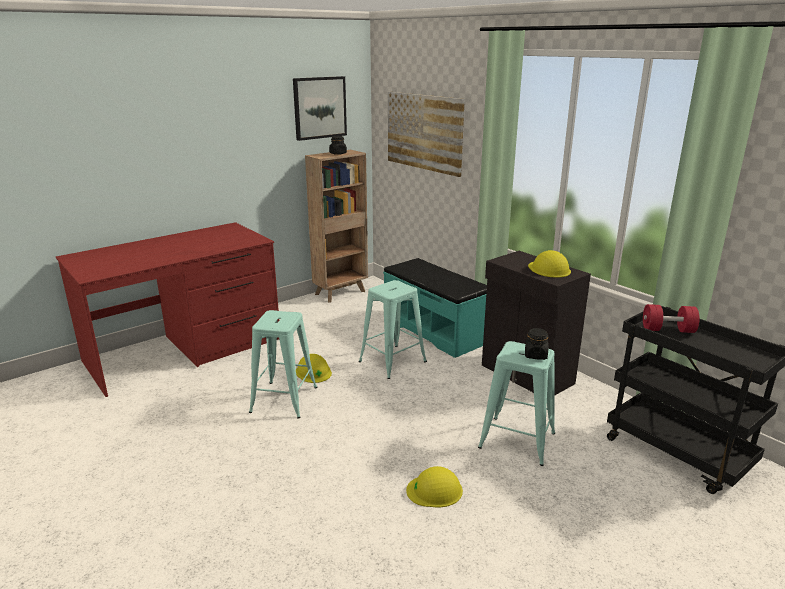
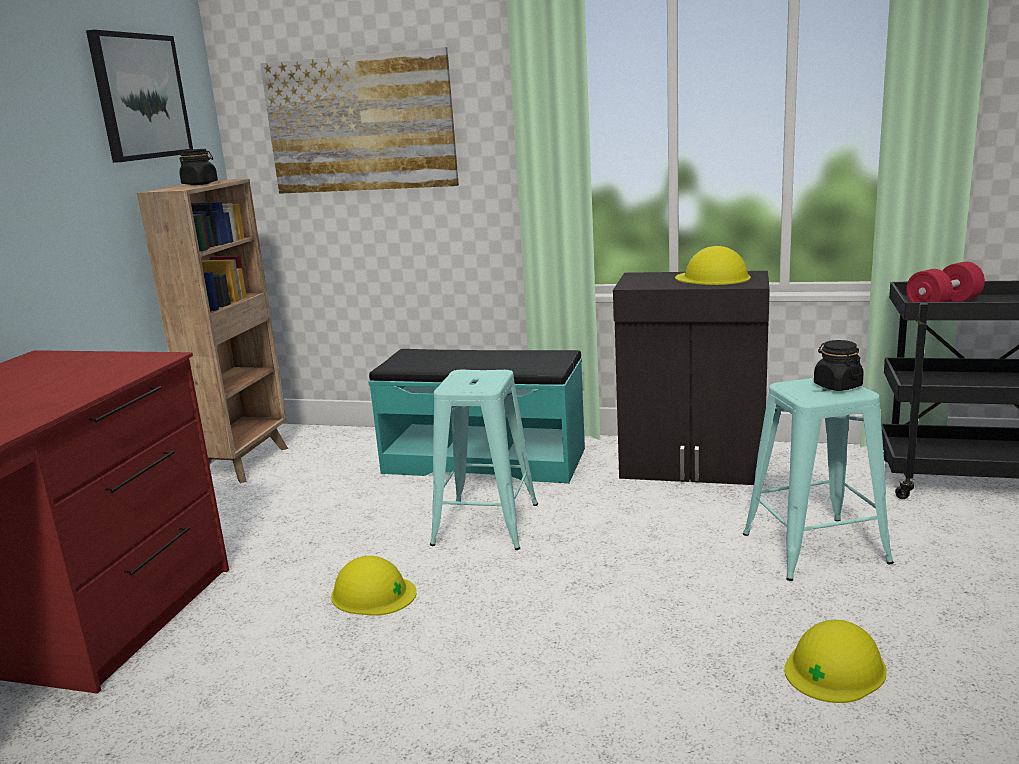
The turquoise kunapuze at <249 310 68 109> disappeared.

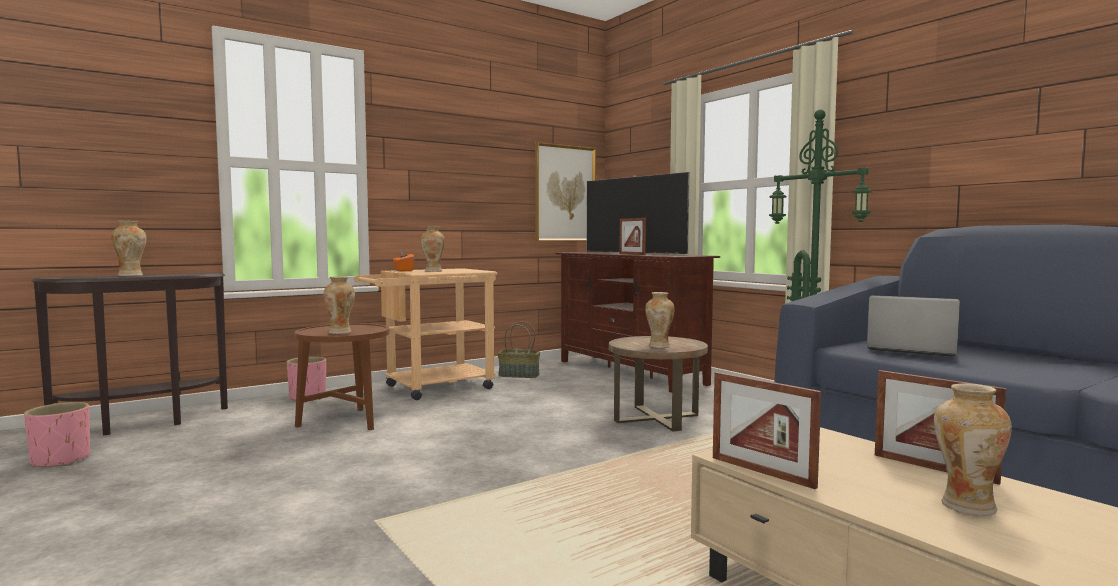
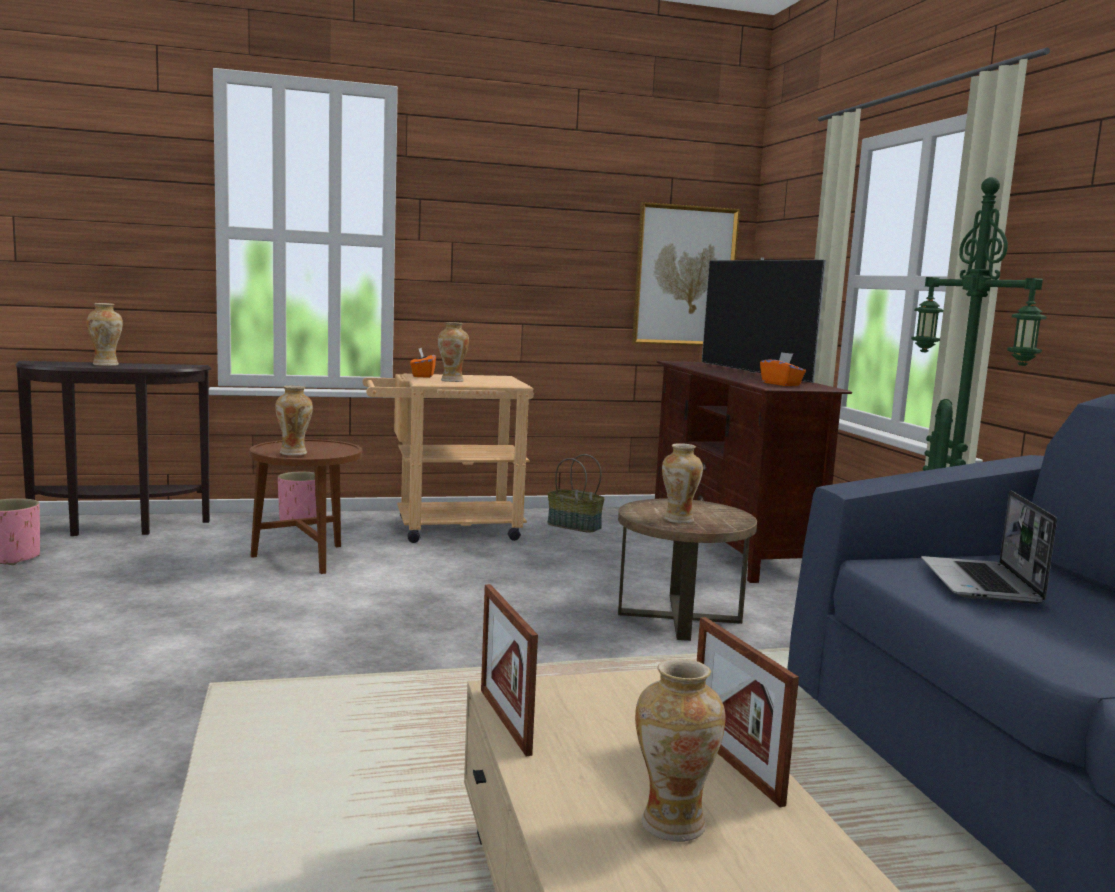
The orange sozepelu at <760 352 46 34> appeared.
The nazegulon at <867 295 93 62> turned 135 degrees counterclockwise.
The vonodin at <619 218 27 37> disappeared.

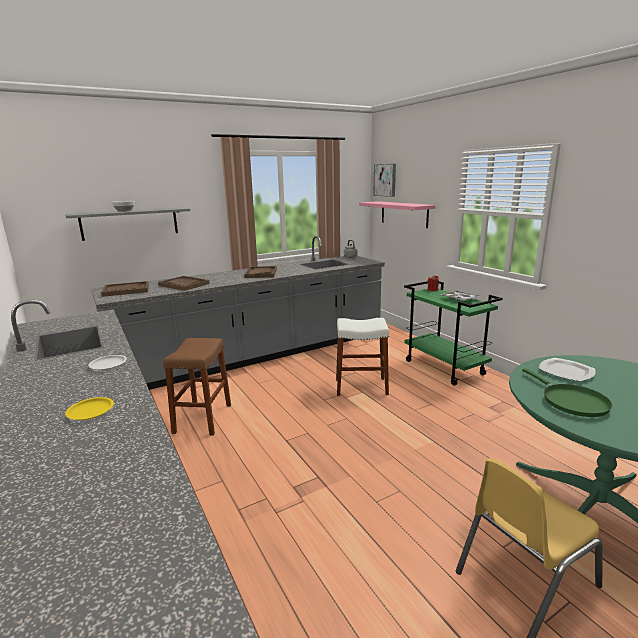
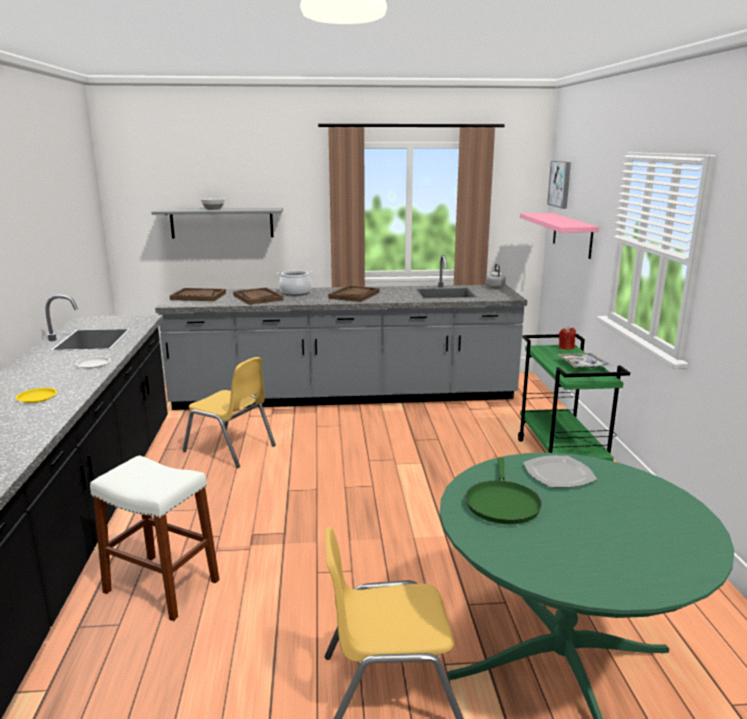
The white kunapuze moved from <336 318 53 78> to <90 455 129 166>.
The brown kunapuze at <163 338 68 97> was replaced by the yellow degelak at <183 357 93 111>.
The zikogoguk at <277 270 36 26> appeared.

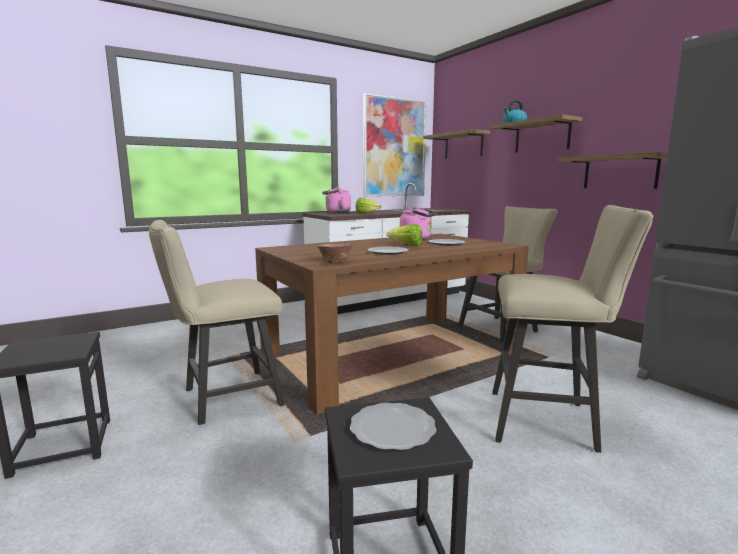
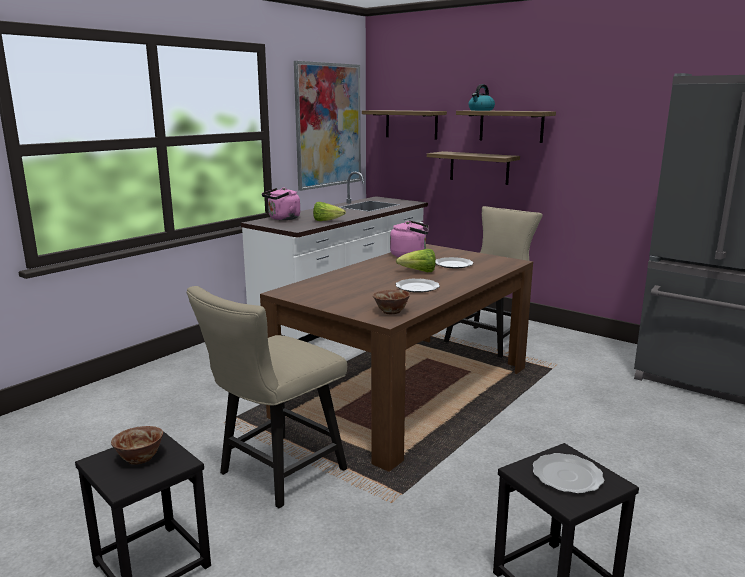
The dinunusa at <111 426 52 39> appeared.
The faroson moved from <557 152 111 37> to <427 151 93 34>.
The beige kunapuze at <492 205 161 248> disappeared.

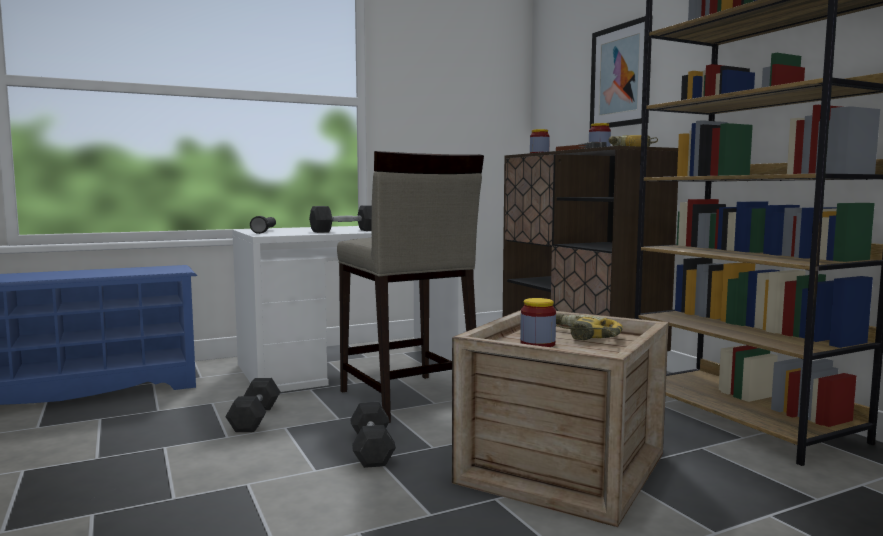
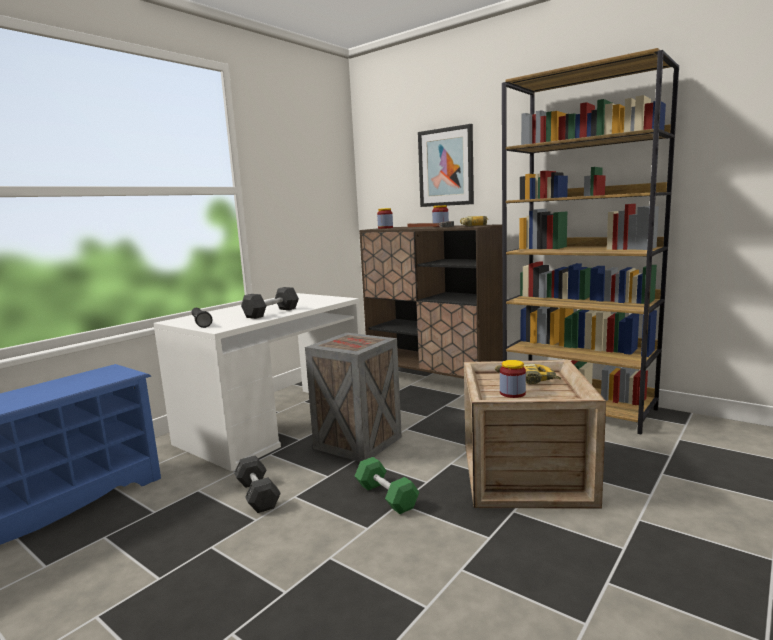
The beige kunapuze at <337 151 147 272> was replaced by the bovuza at <305 333 97 129>.
The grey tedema at <350 402 46 66> became the green tedema at <355 457 64 57>.

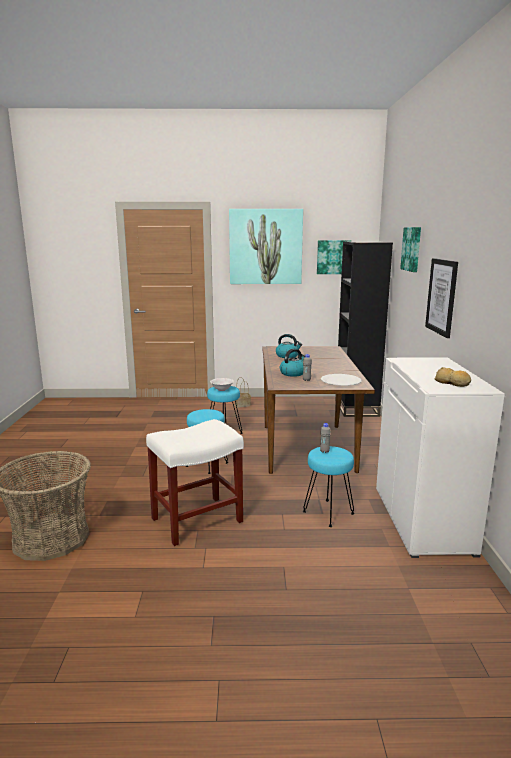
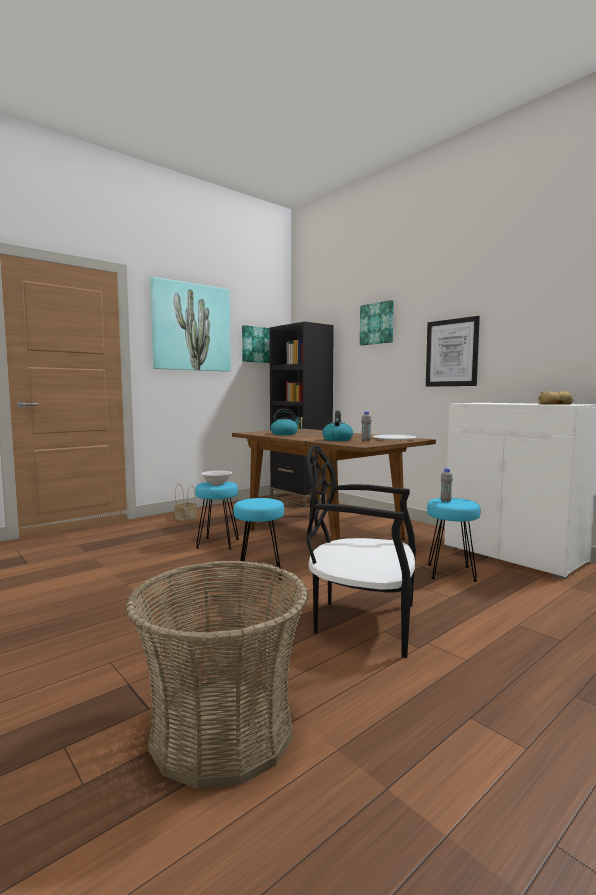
The white kunapuze at <146 419 98 127> was replaced by the black degelak at <306 445 110 213>.

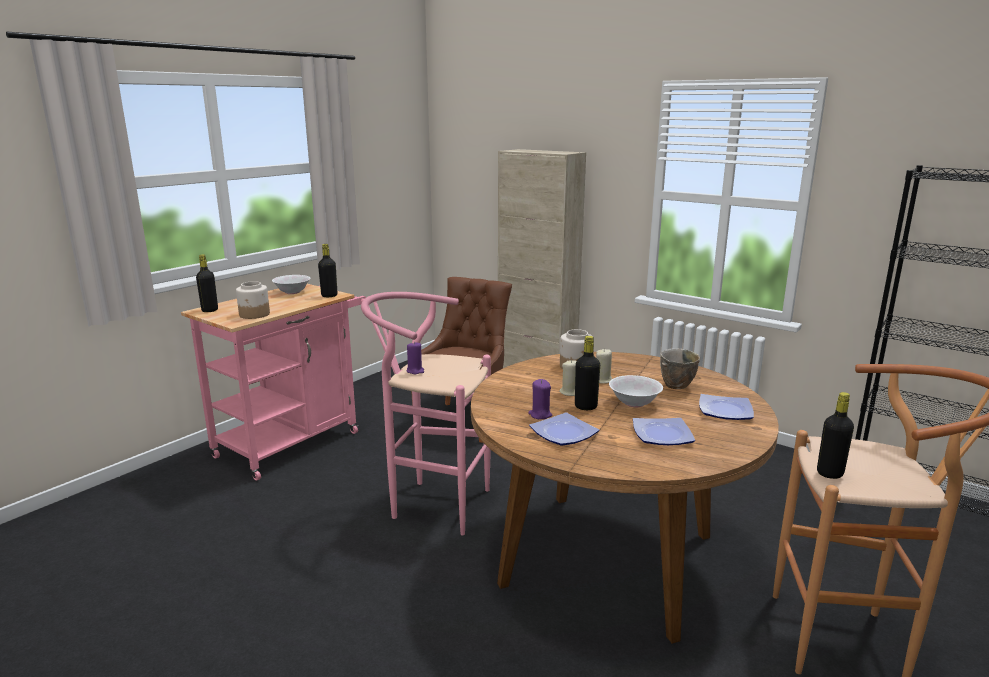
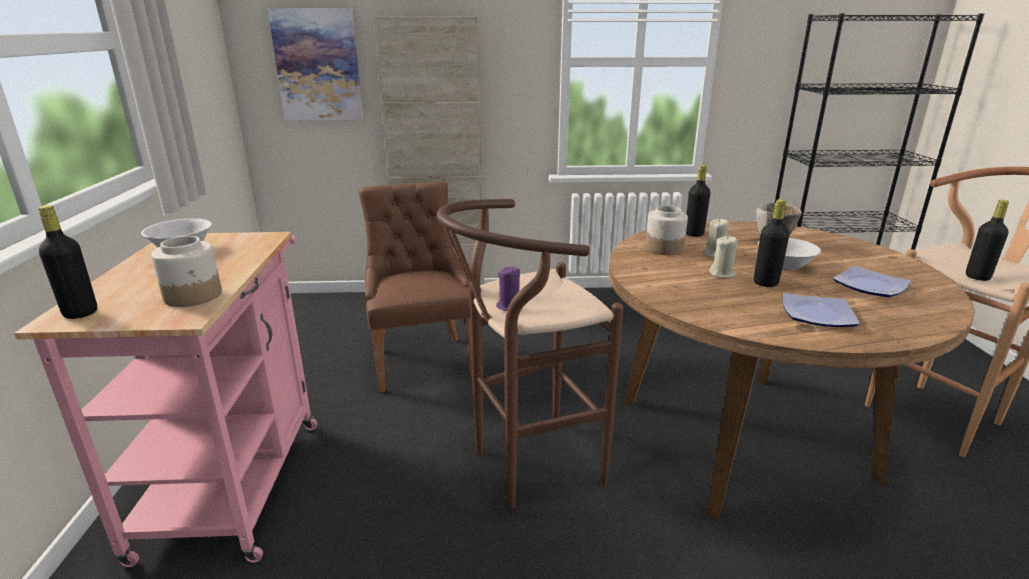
The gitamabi at <268 8 95 113> appeared.
The pink kunapuze at <361 292 130 243> became the brown kunapuze at <437 199 186 310>.
The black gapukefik moved from <318 244 19 53> to <686 164 24 73>.
The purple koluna at <528 379 24 40> disappeared.
The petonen at <699 394 55 26> disappeared.

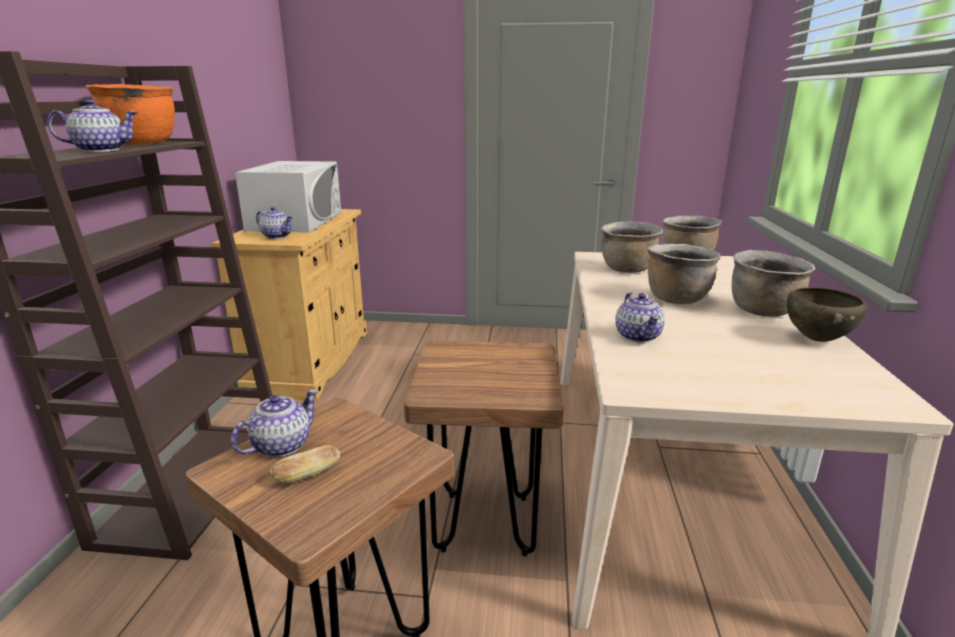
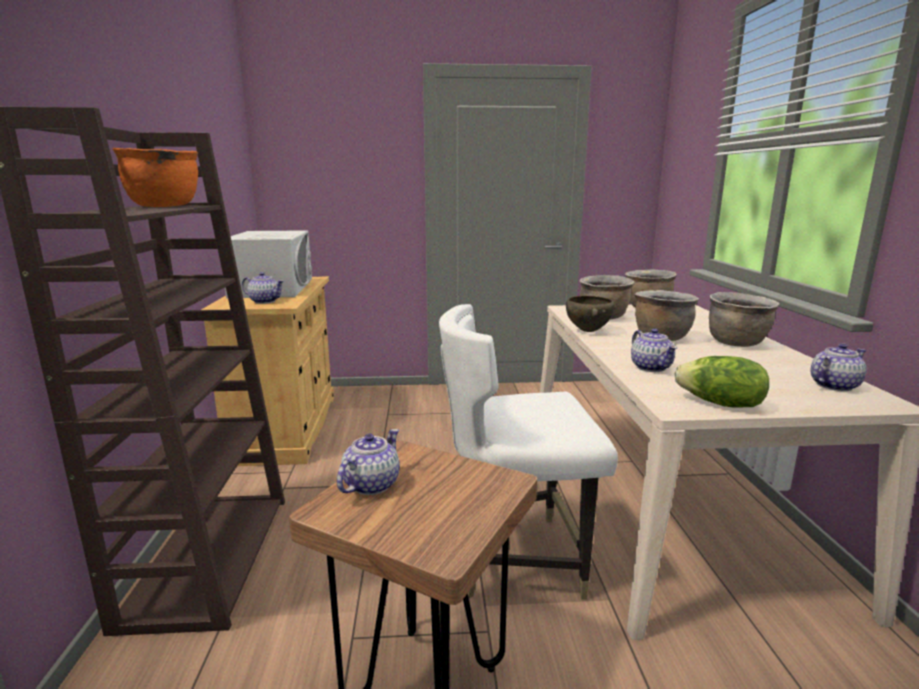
The brown kunapuze at <404 341 160 215> was replaced by the white degelak at <439 304 179 295>.
The brown dinunusa moved from <787 287 80 55> to <566 296 49 36>.
The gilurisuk at <675 356 94 51> appeared.
The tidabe moved from <47 100 91 52> to <811 343 56 48>.
The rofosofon at <270 445 70 39> disappeared.

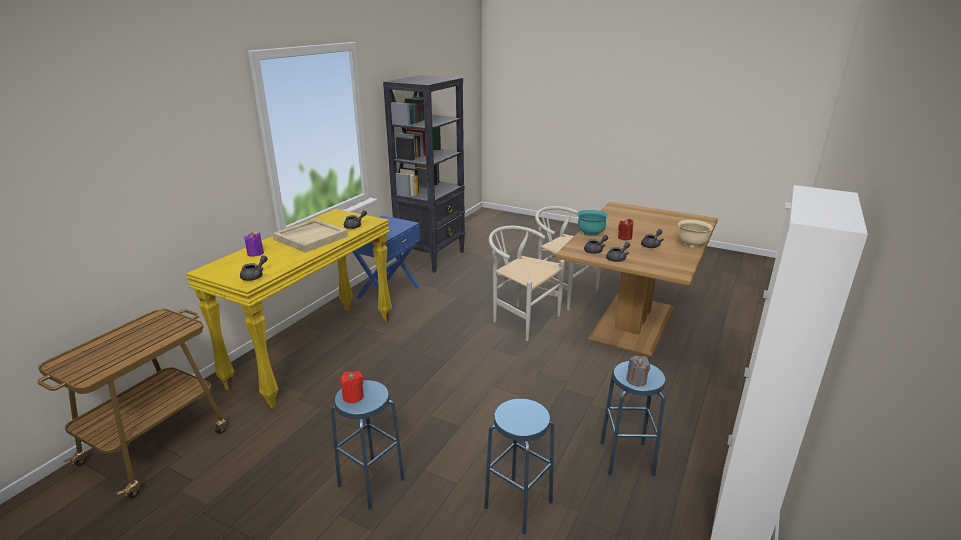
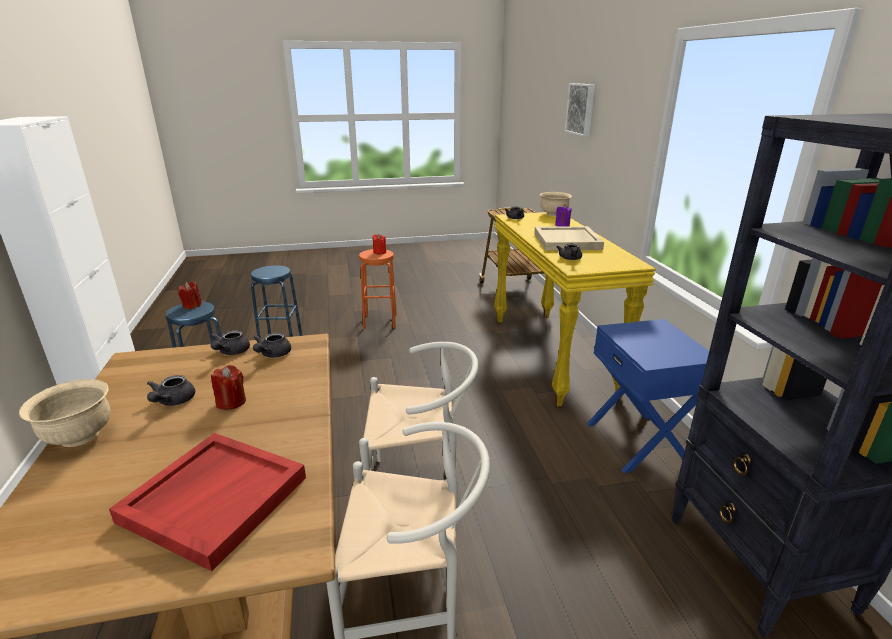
The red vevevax at <109 433 197 138> appeared.
The grey koluna at <626 355 24 31> became the red koluna at <178 282 24 27>.
The blue kunapuze at <331 380 74 129> became the orange kunapuze at <359 249 38 80>.
The beige dinunusa at <540 192 32 24> appeared.
The gitamabi at <565 83 30 54> appeared.
The turquoise dinunusa at <577 210 32 26> disappeared.

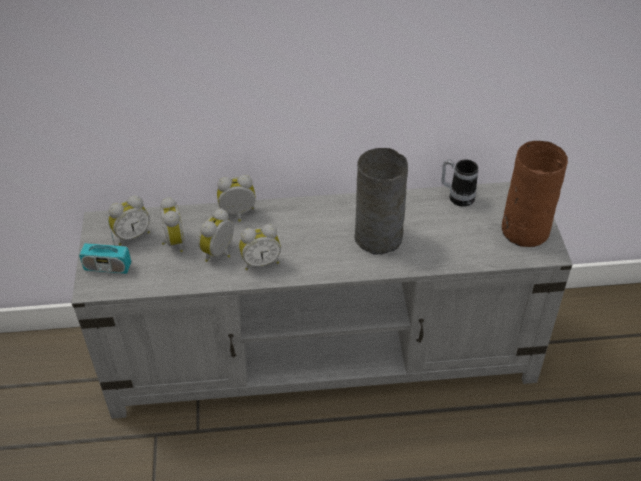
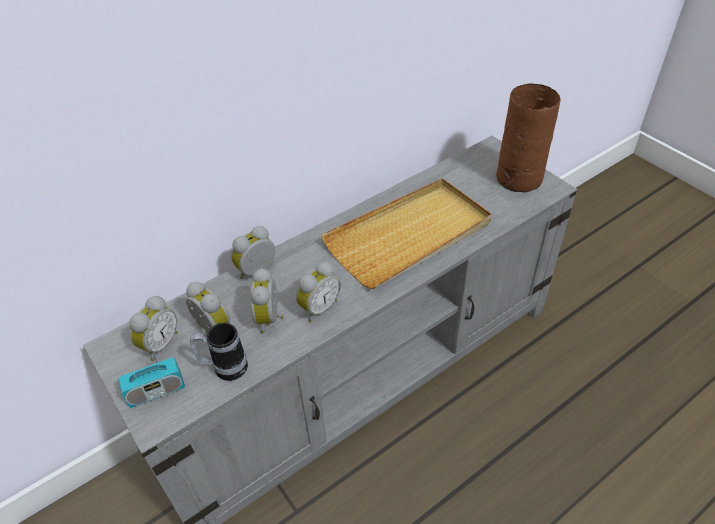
The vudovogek moved from <441 159 37 48> to <190 323 58 58>.
The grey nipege at <355 148 53 107> was replaced by the beige vevevax at <321 178 171 111>.

